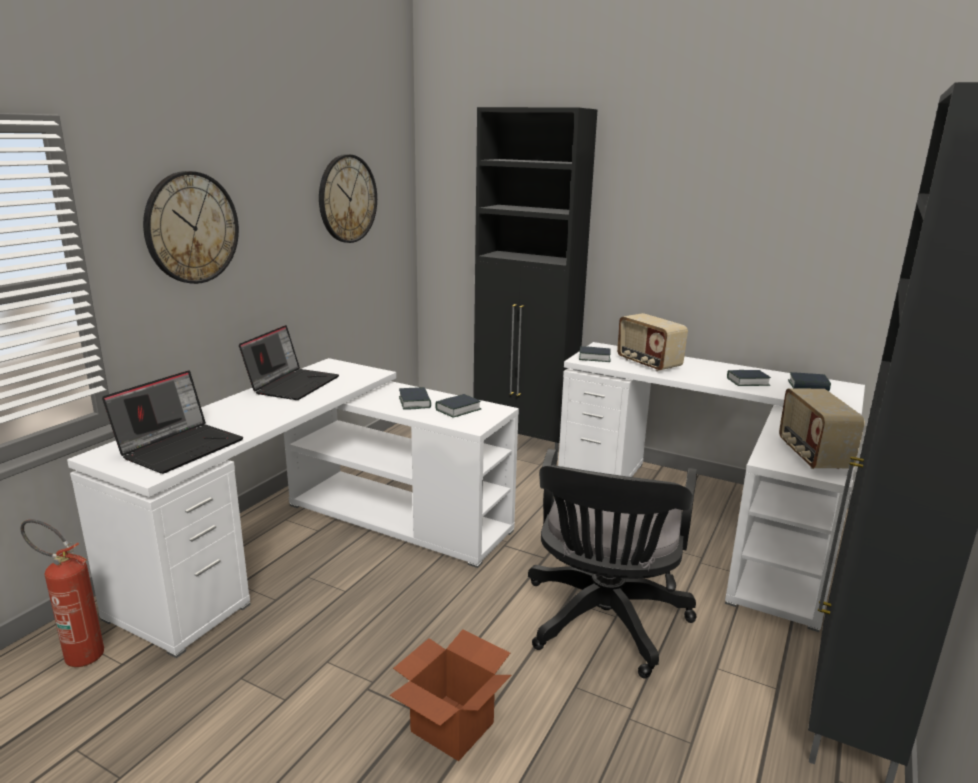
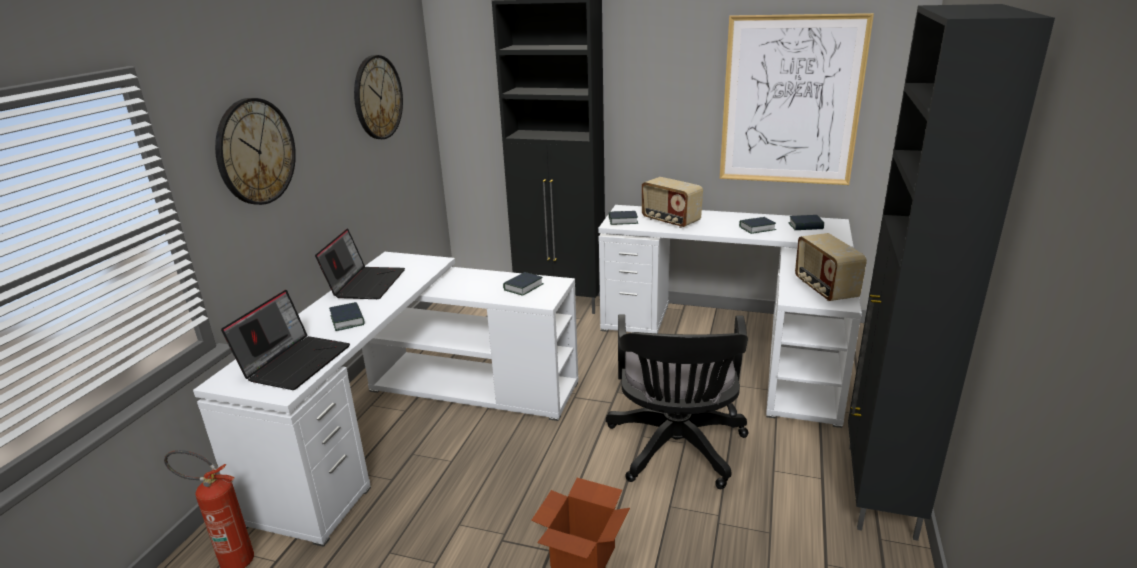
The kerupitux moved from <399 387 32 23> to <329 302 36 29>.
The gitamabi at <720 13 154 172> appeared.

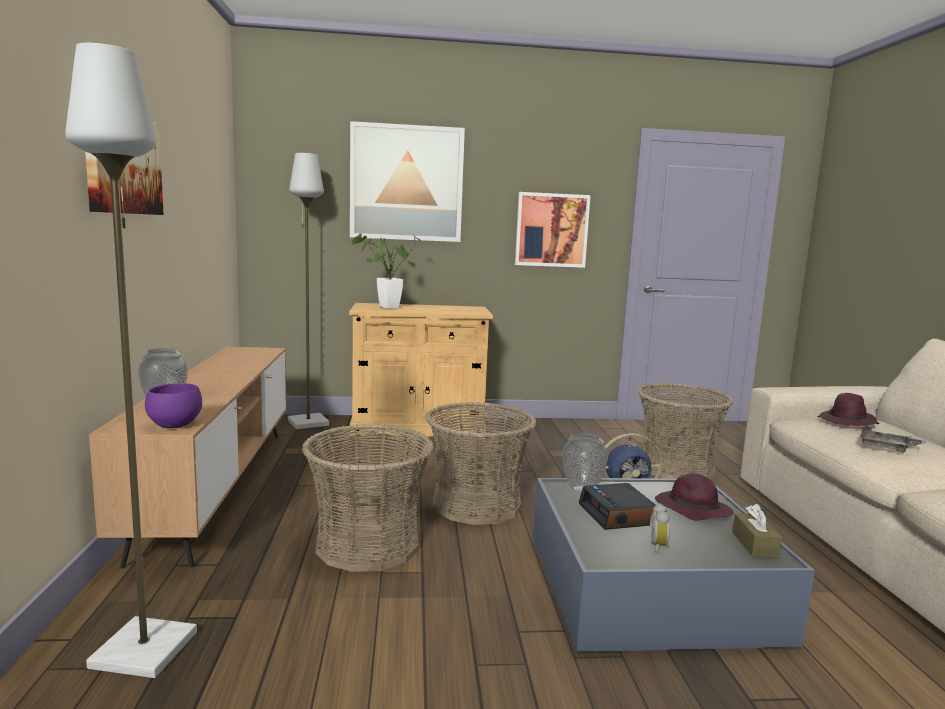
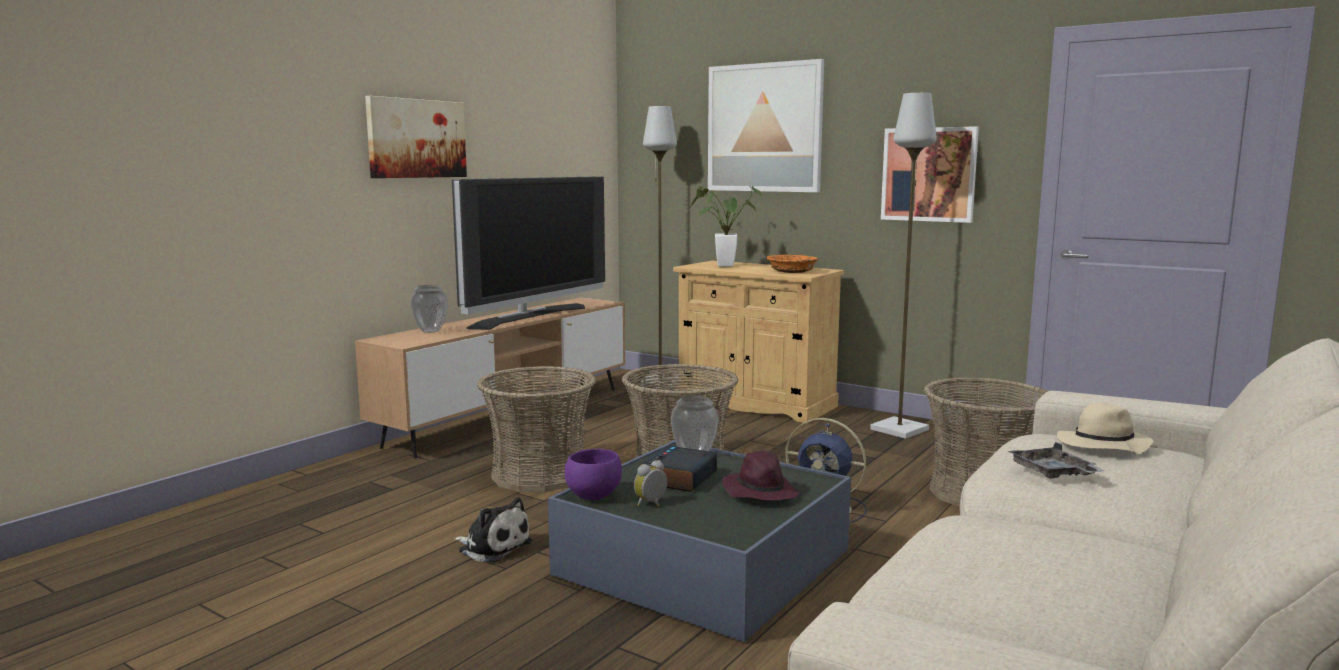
The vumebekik at <452 177 153 153> appeared.
The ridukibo at <454 497 78 65> appeared.
The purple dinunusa moved from <145 383 57 45> to <565 449 57 51>.
The orange dinunusa at <767 255 51 18> appeared.
The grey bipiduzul moved from <66 43 131 635> to <870 93 67 346>.
The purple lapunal at <817 393 62 33> became the beige lapunal at <1057 402 96 52>.
The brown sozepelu at <732 504 50 54> disappeared.

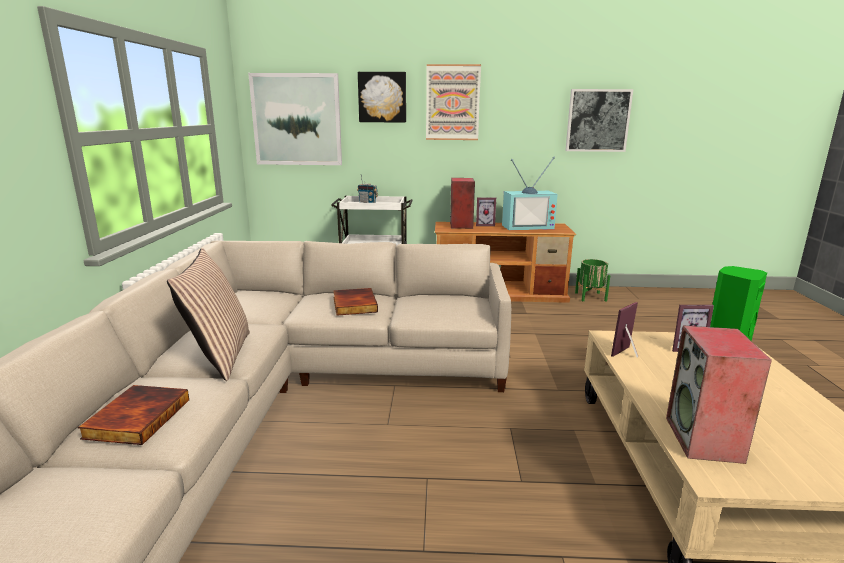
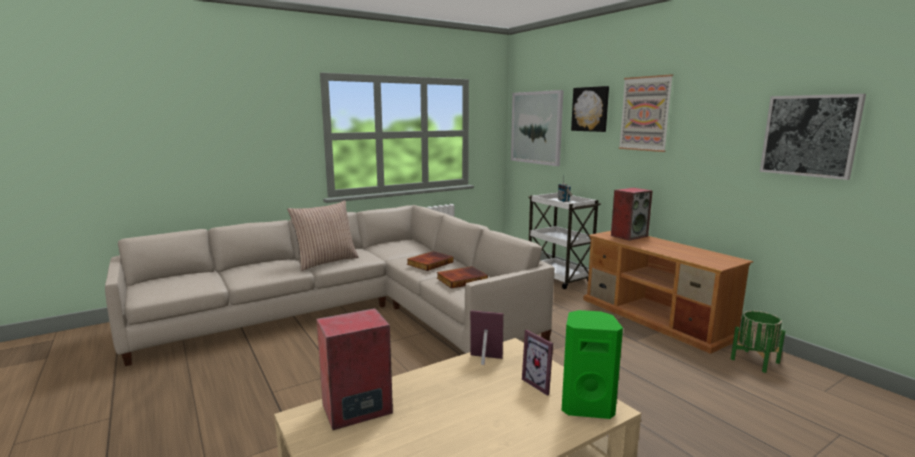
The kerupitux moved from <78 385 111 60> to <437 266 51 23>.
The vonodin at <476 197 20 29> disappeared.
The vumebekik at <502 157 56 73> disappeared.

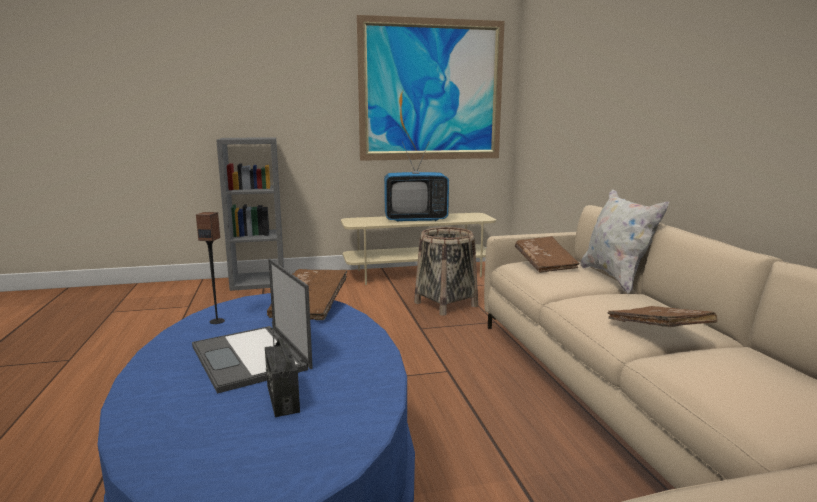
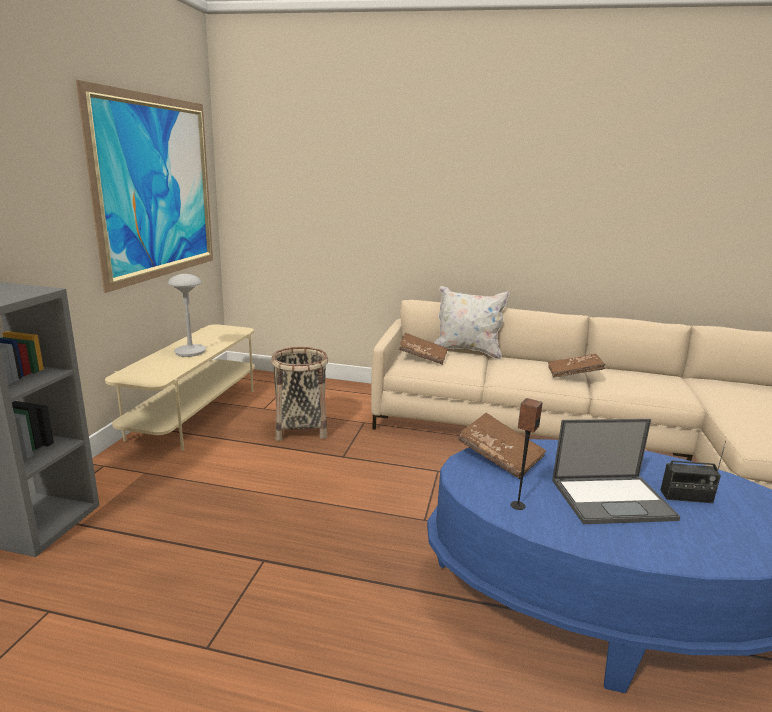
The vumebekik at <384 142 65 80> was replaced by the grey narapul at <168 274 38 83>.

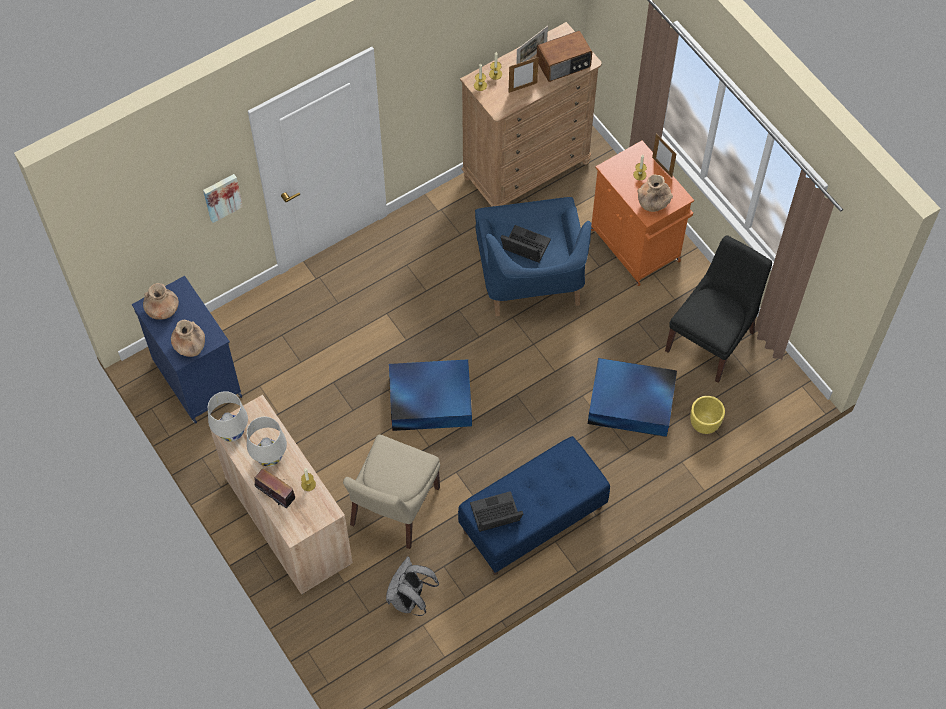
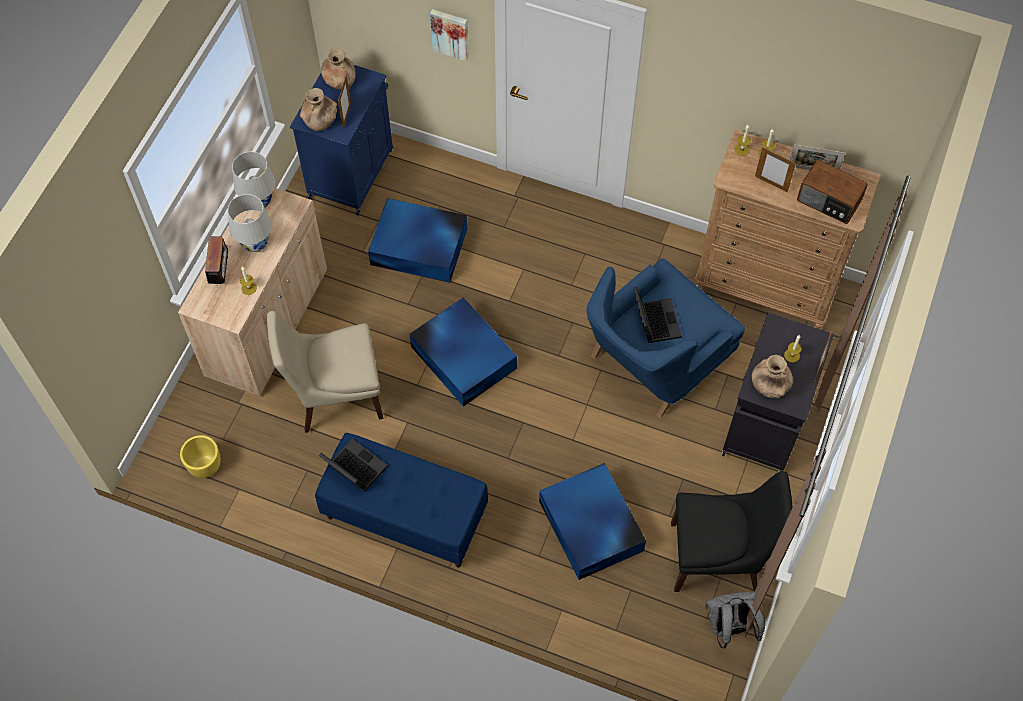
The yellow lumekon moved from <690 396 35 38> to <180 435 41 43>.
The vonodin at <338 74 13 55> appeared.
The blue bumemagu at <368 198 99 85> appeared.
The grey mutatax moved from <386 556 53 60> to <705 592 60 56>.
The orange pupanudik at <591 140 103 146> became the black pupanudik at <722 312 112 160>.

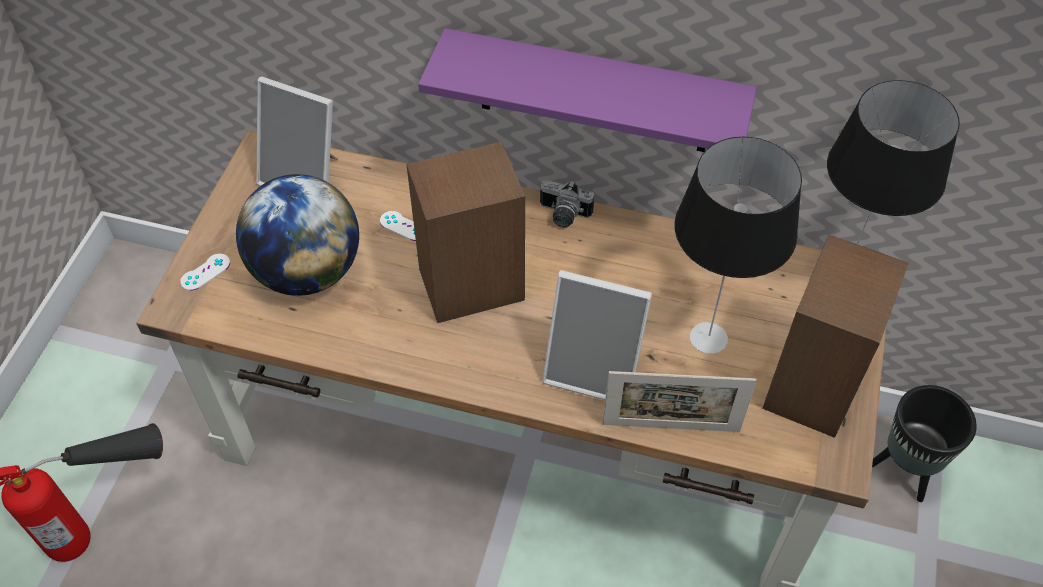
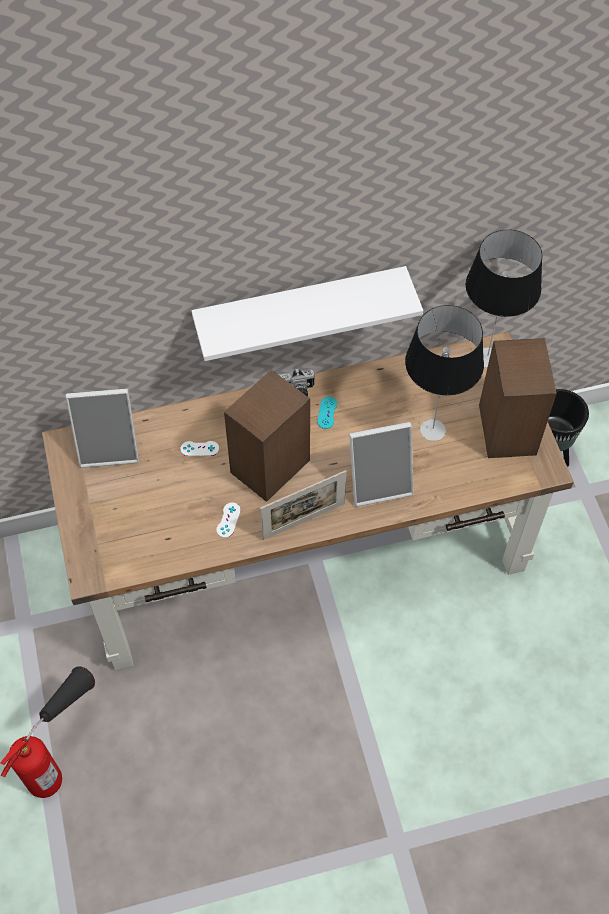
The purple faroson at <418 28 339 124> became the white faroson at <192 266 231 95>.
The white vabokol moved from <180 254 50 37> to <216 503 25 35>.
The vonodin moved from <602 371 155 61> to <260 470 87 70>.
The turquoise vabokol at <317 397 20 32> appeared.
The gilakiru at <236 174 123 122> disappeared.

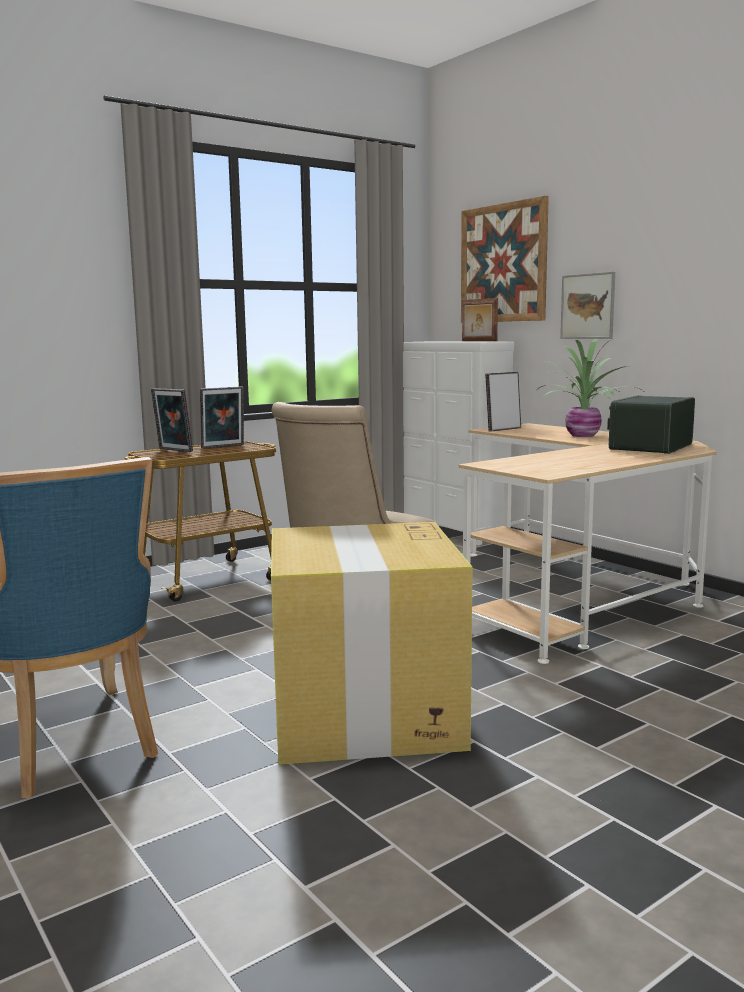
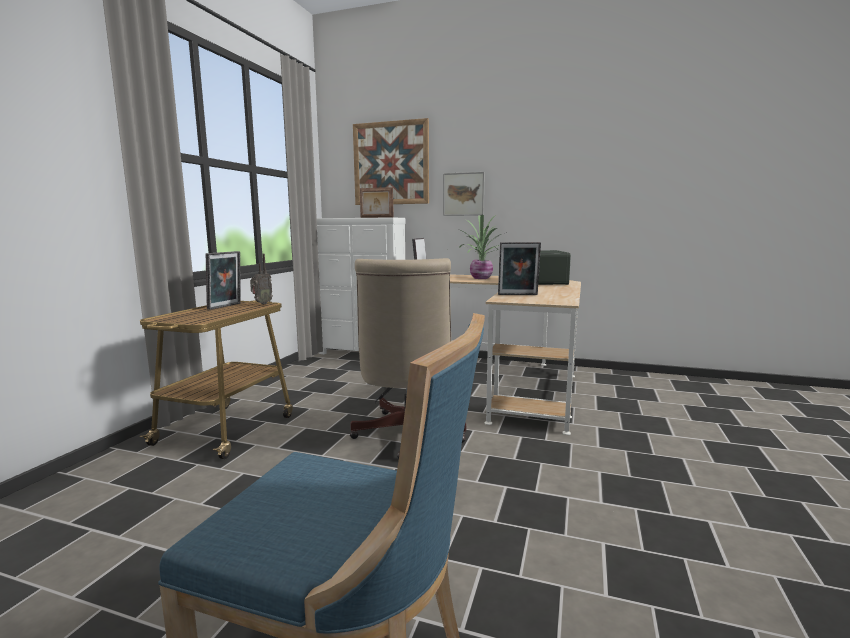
The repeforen at <250 254 23 50> appeared.
The vonodin moved from <151 388 42 64> to <498 242 43 53>.
The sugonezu at <271 522 202 243> disappeared.

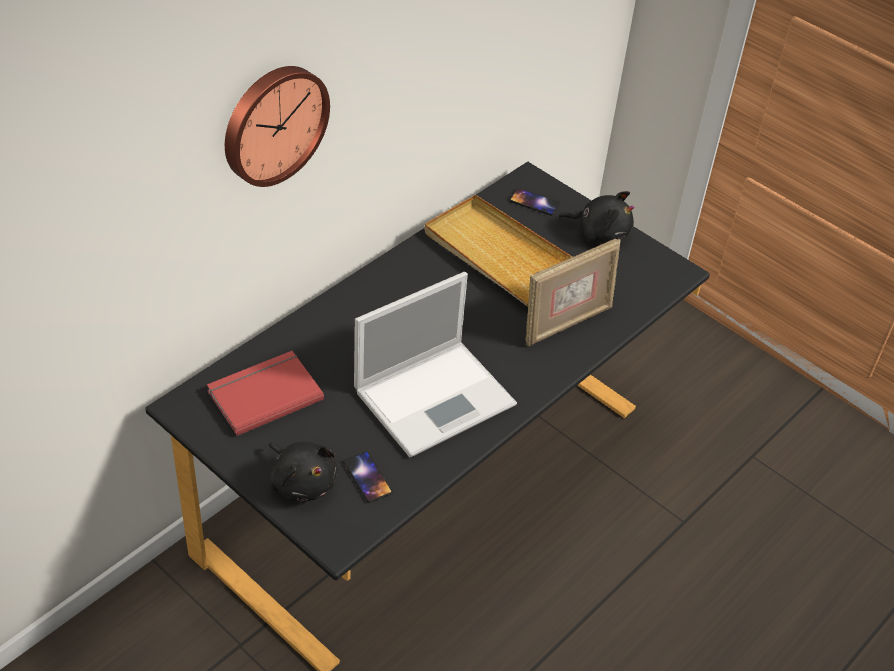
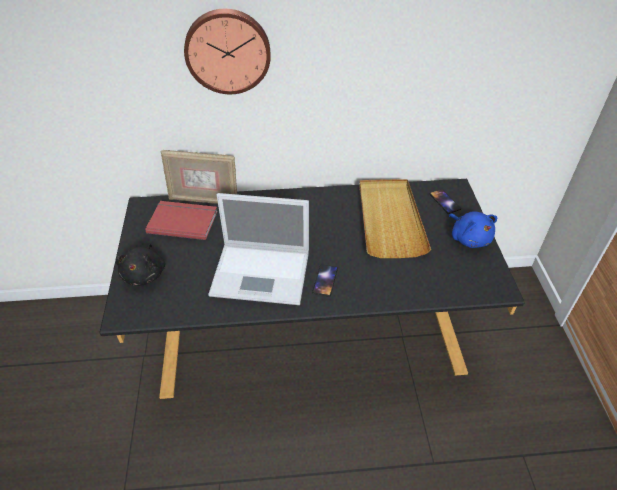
The vonodin moved from <525 239 96 108> to <161 150 76 54>.
The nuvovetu moved from <343 452 50 51> to <312 264 26 33>.
The black ridukibo at <558 191 77 52> became the blue ridukibo at <449 212 48 36>.

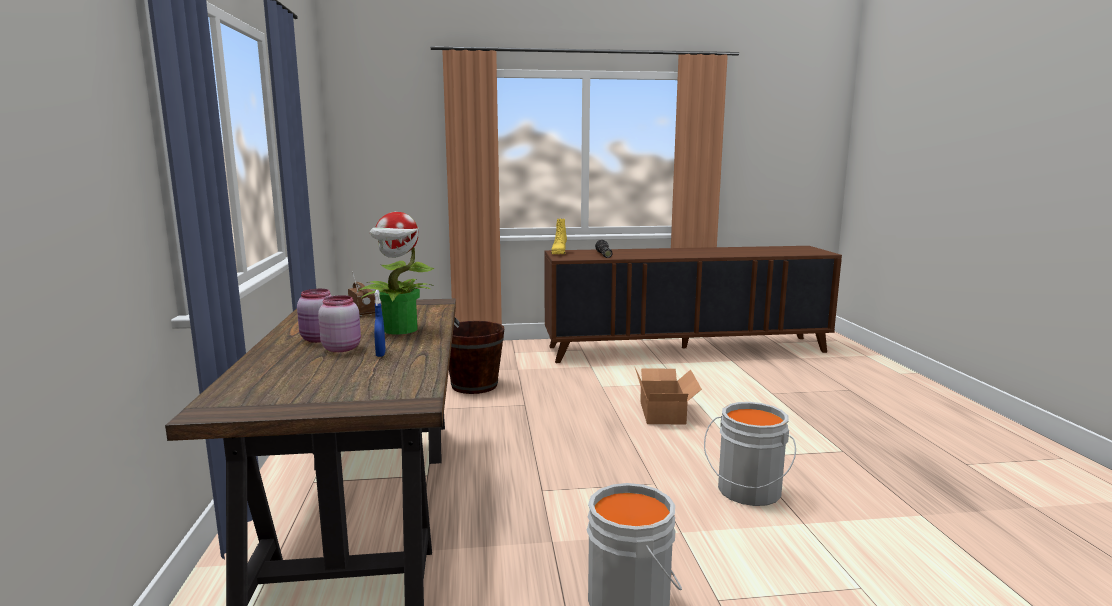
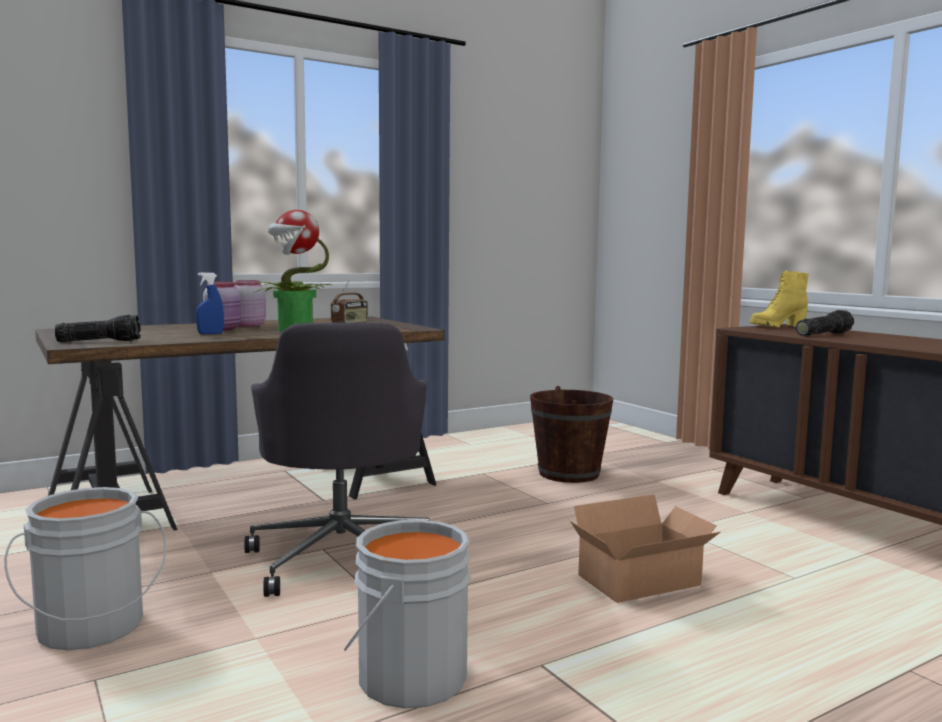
The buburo at <55 315 86 27> appeared.
The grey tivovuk at <244 322 186 275> appeared.

